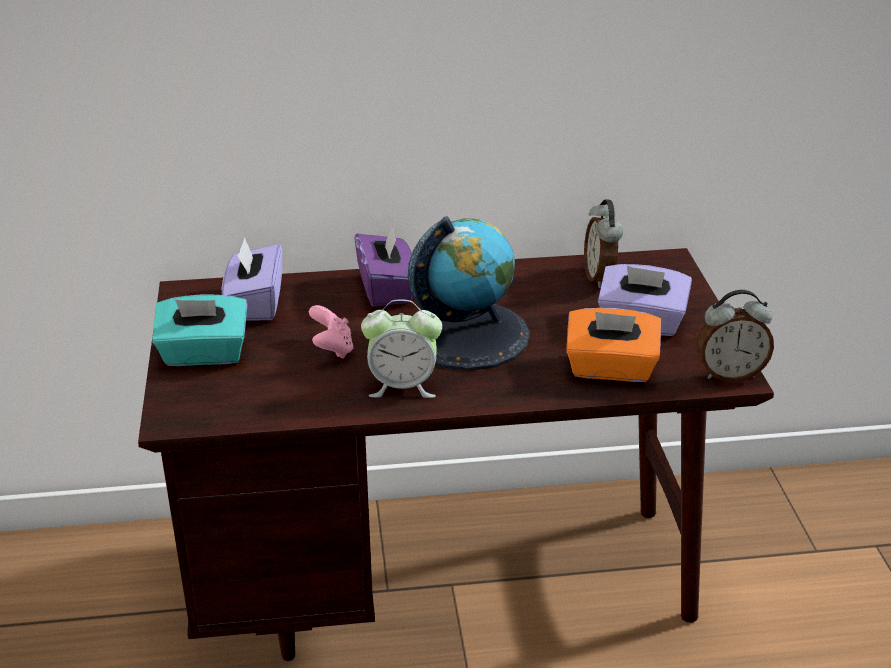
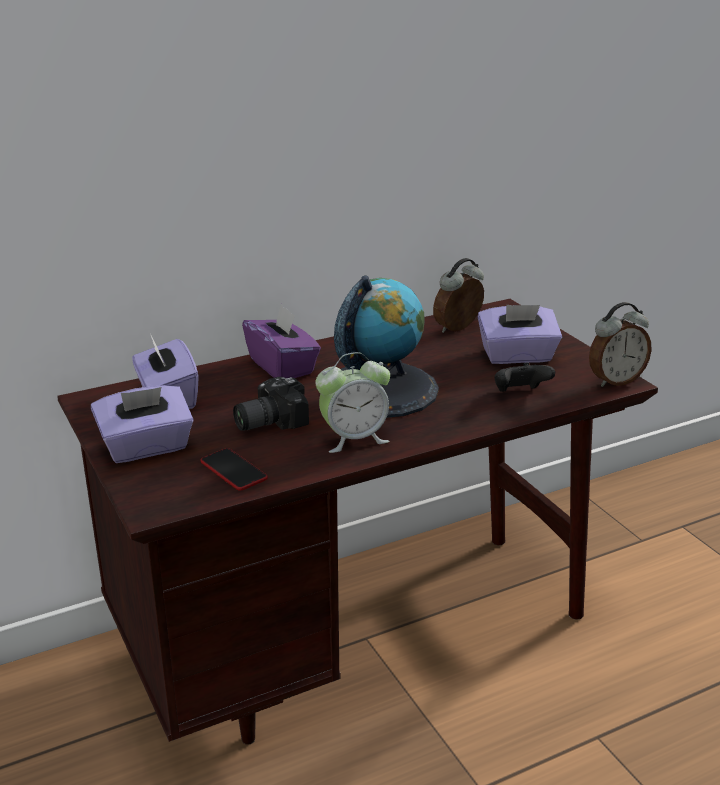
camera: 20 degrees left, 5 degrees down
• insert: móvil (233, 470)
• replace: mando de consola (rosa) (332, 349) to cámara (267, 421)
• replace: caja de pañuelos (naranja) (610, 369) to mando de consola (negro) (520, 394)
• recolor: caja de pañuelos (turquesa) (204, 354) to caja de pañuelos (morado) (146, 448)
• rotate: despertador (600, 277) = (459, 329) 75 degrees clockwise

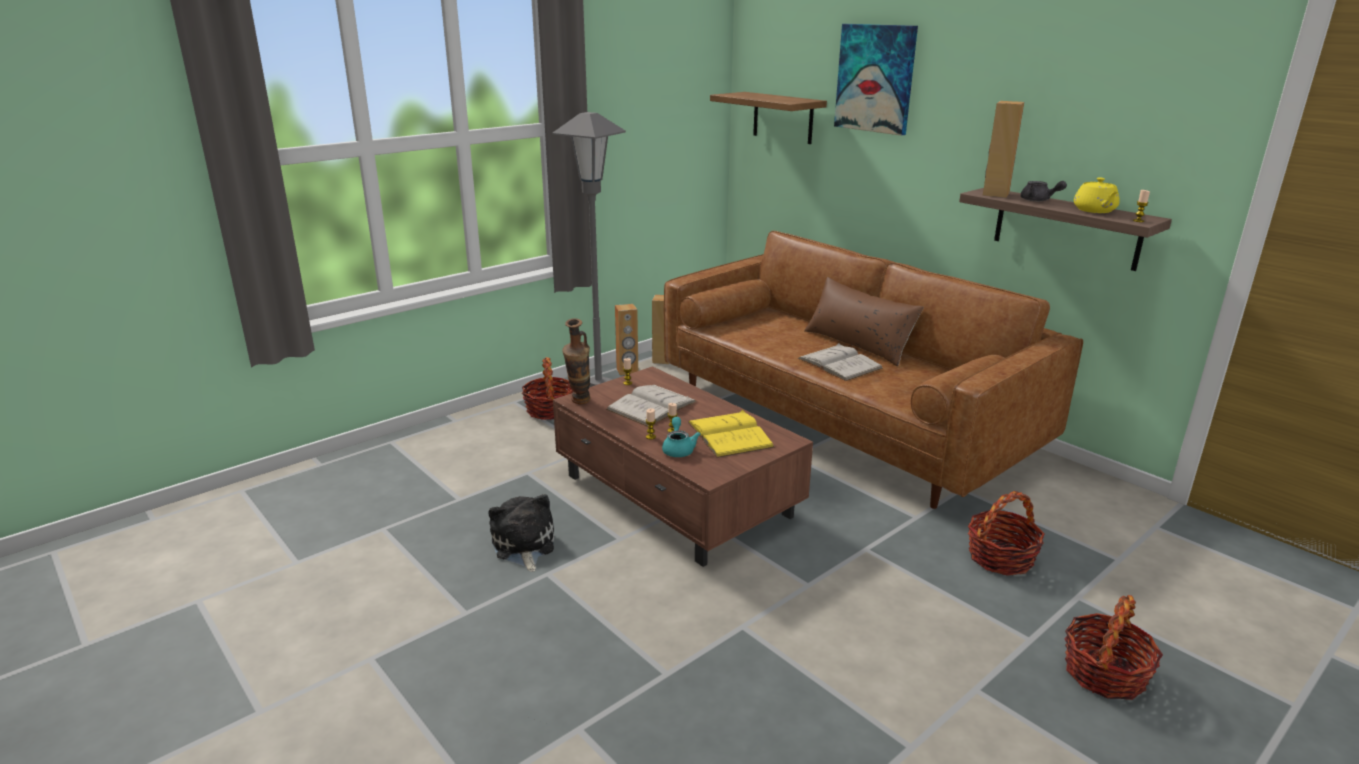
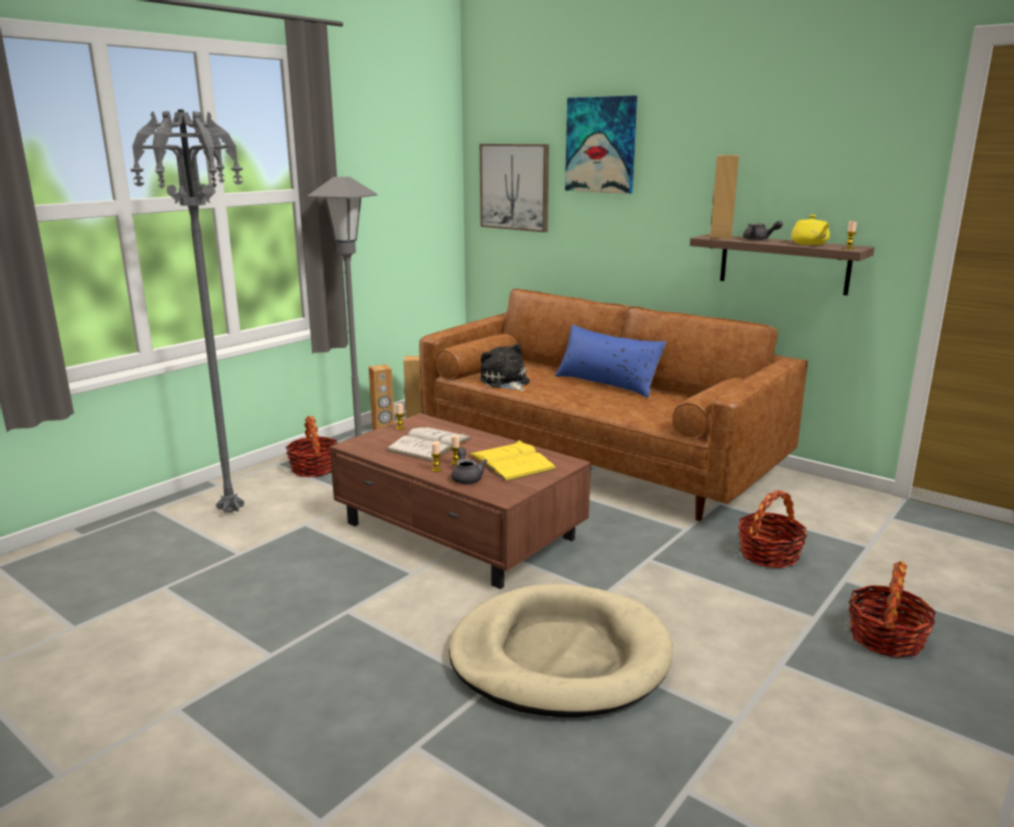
camera: 10 degrees left, 5 degrees down
• delete: florero (579, 403)
• delete: libro (blanco) (839, 363)
• insert: lámpara de pie (gris) (232, 513)
• insert: cama para perro (beis) (559, 656)
• move: peluche (523, 546) to (505, 382)
• replace: estante (783, 118) to cuadro (515, 187)
• recolor: tetera (turquesa) (678, 449) to tetera (gris) (466, 477)
• recolor: cojín (marrón) (858, 344) to cojín (azul) (607, 383)

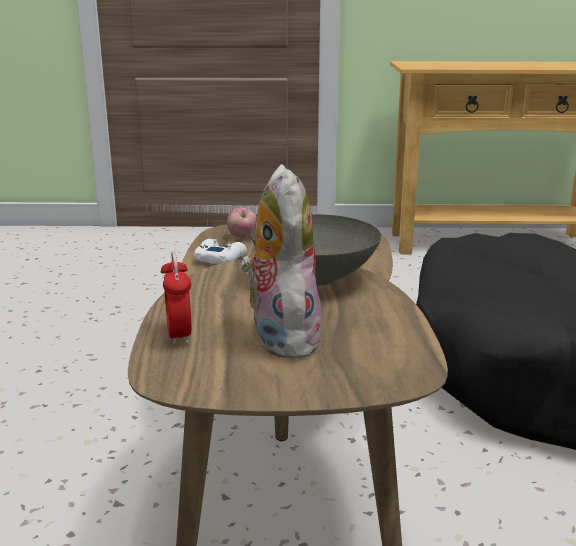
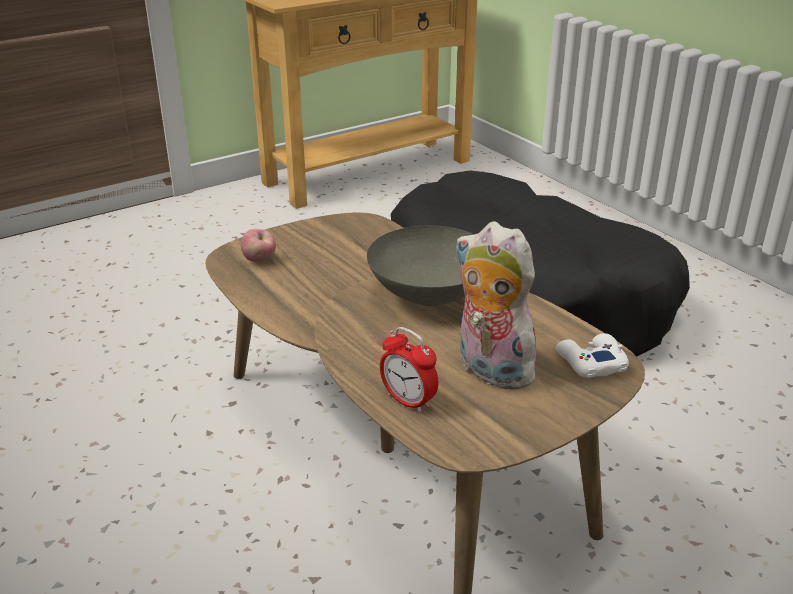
camera: 35 degrees left, 10 degrees up
• move: mando de consola (blanco) (220, 258) to (590, 362)

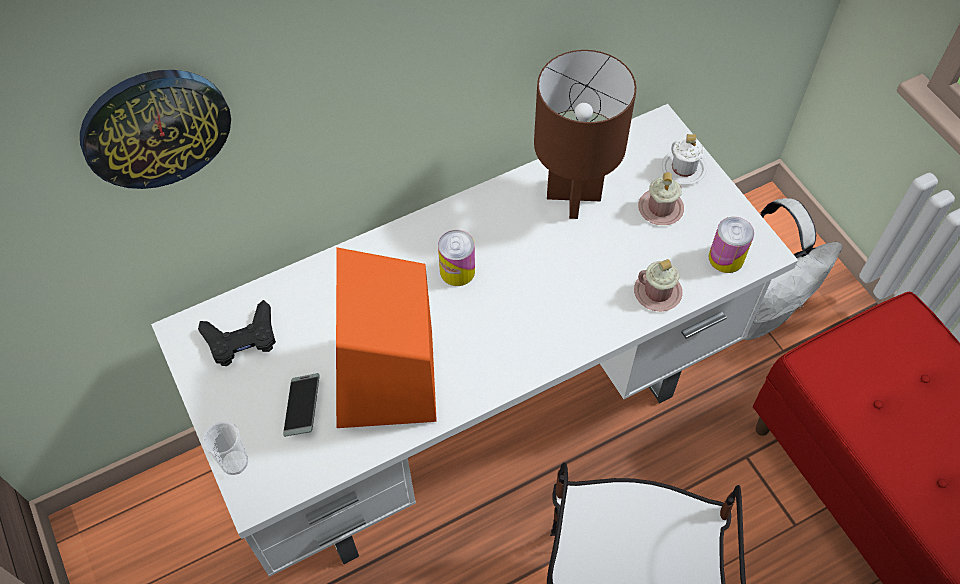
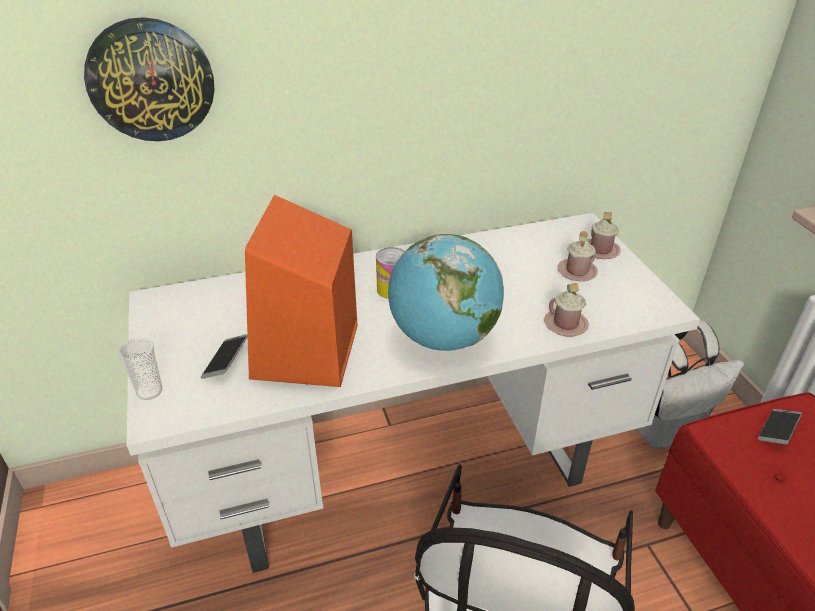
camera: 10 degrees right, 20 degrees down
• delete: mando de consola (negro) (241, 338)
• delete: lámpara de mesa (marrón) (572, 197)
• delete: lata (726, 258)
• insert: globo terráqueo (443, 338)
• insert: móvil (777, 430)
• recolor: taza grande (blanco) (683, 169) to taza grande (rosa) (600, 250)

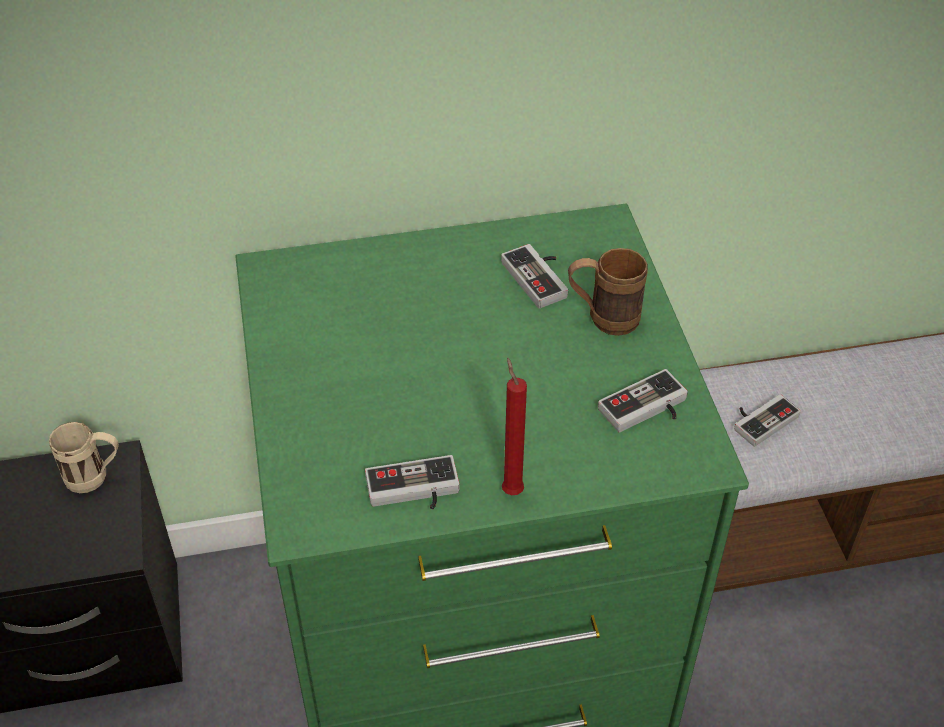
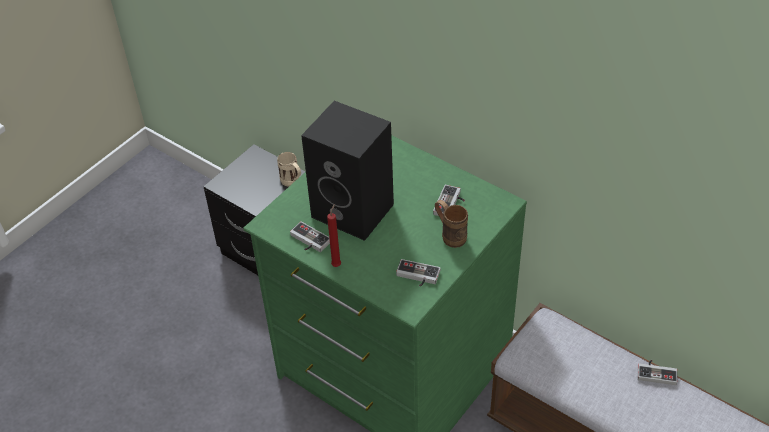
camera: 50 degrees right, 0 degrees up
• insert: altavoz (negro) (355, 210)
• move: mando de consola (761, 419) to (656, 372)

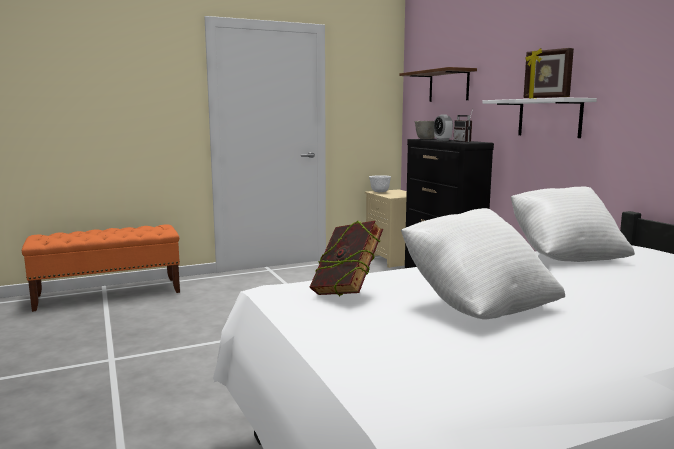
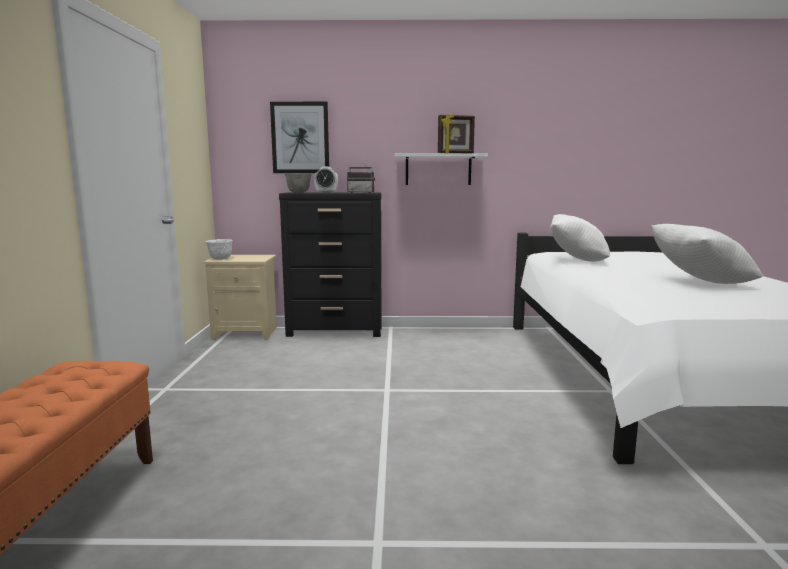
camera: 65 degrees left, 0 degrees up
• delete: libro (346, 293)
• replace: estante (marrón) (448, 86) to cuadro (300, 138)

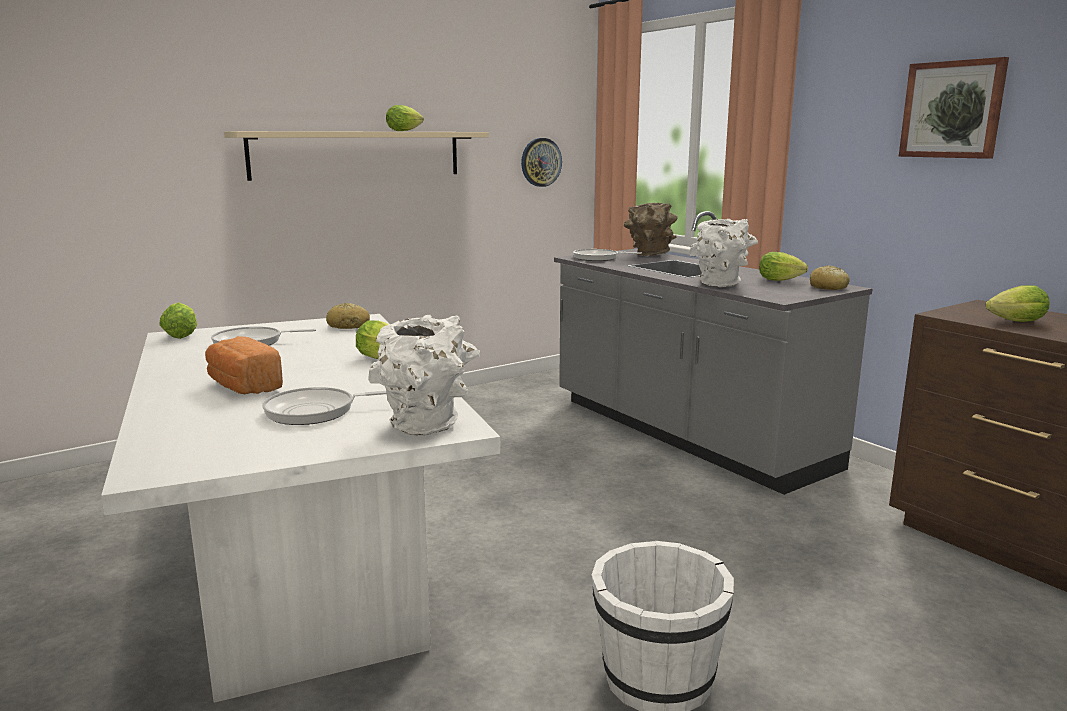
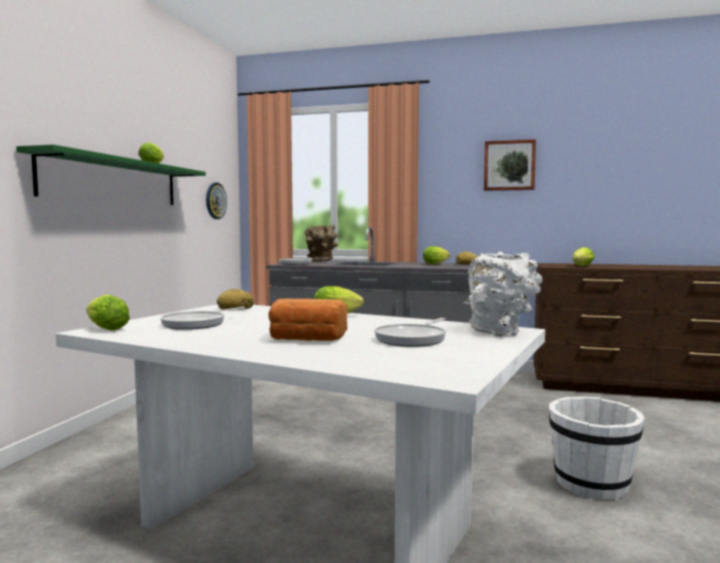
camera: 40 degrees left, 10 degrees down
• delete: florero (blanco) (721, 285)
• recolor: estante (beis) (358, 154) to estante (verde) (114, 181)

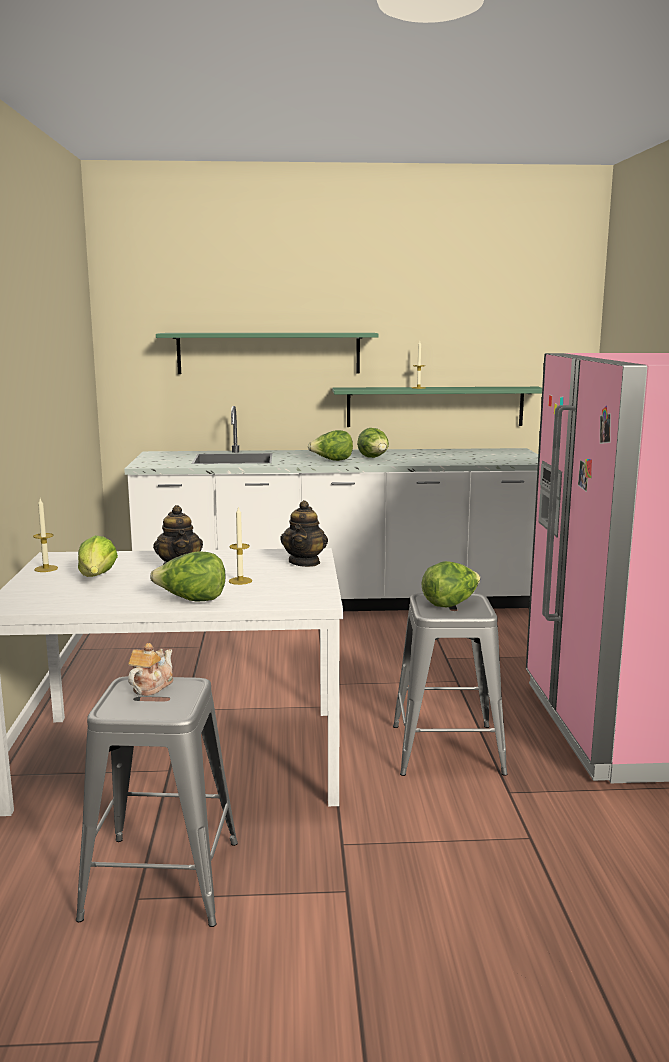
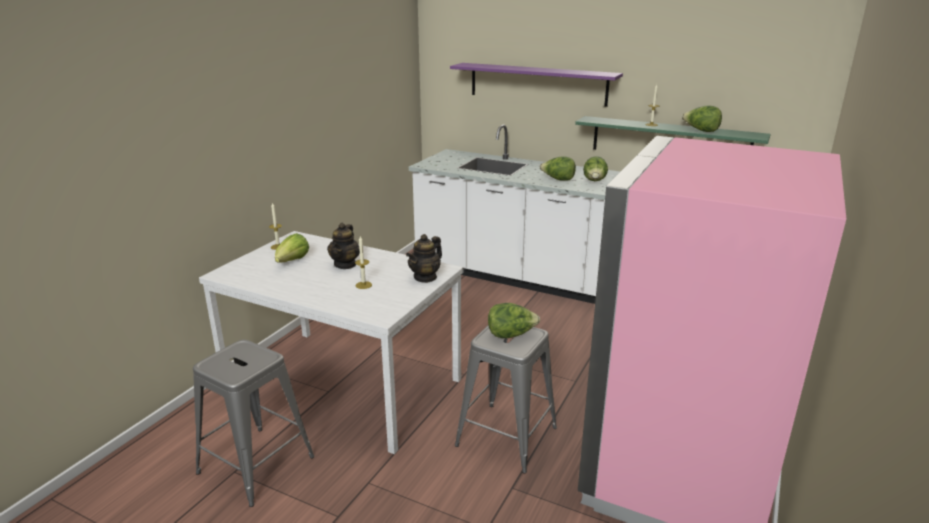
camera: 30 degrees right, 10 degrees up
• delete: tetera (151, 686)
• move: lechuga (191, 600) to (701, 131)
• recolor: estante (verde) (268, 353) to estante (morado) (537, 84)

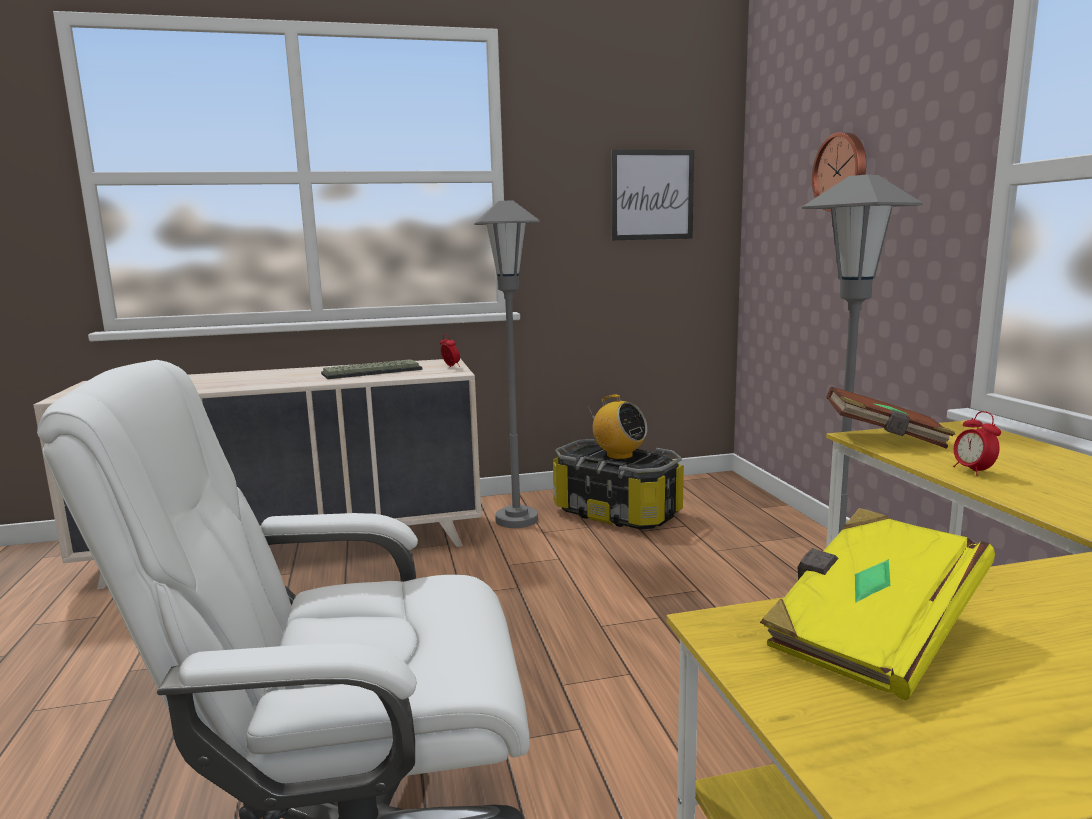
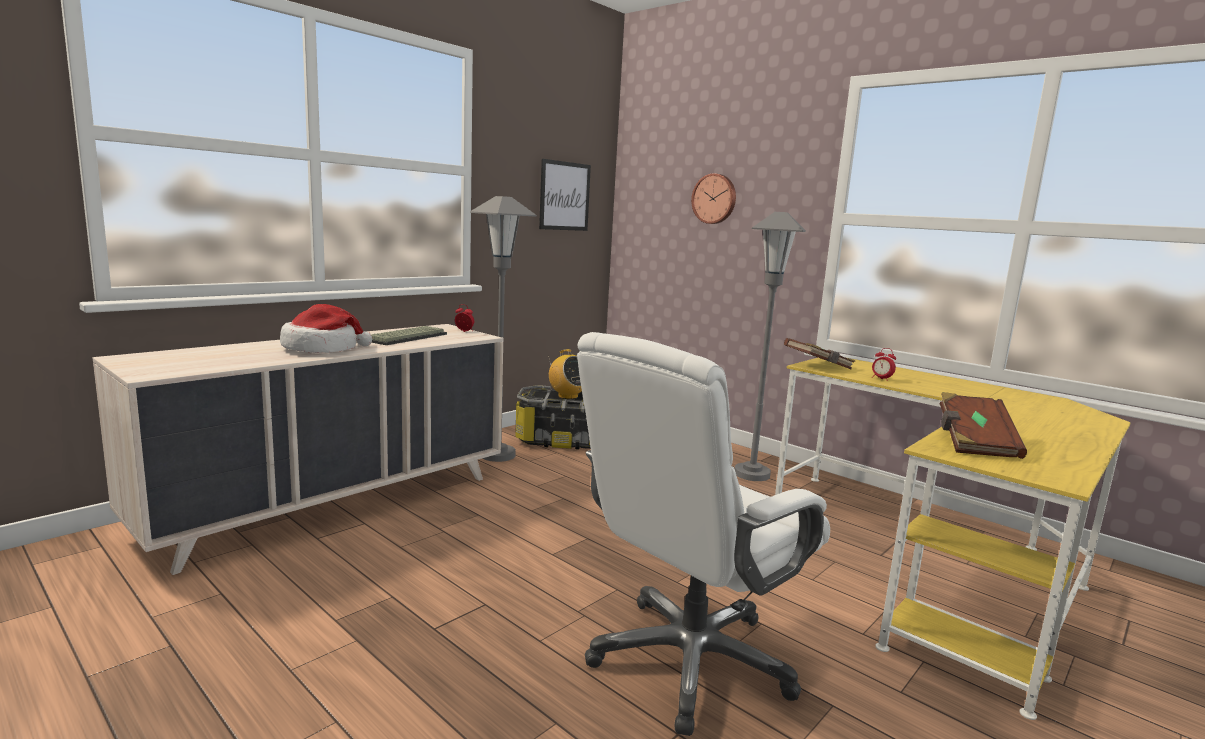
camera: 35 degrees left, 0 degrees up
• insert: sombrero (322, 349)
• recolor: libro (amarillo) (870, 634) to libro (marrón) (974, 443)
• rotate: radio (619, 455) = (567, 396) 45 degrees clockwise

